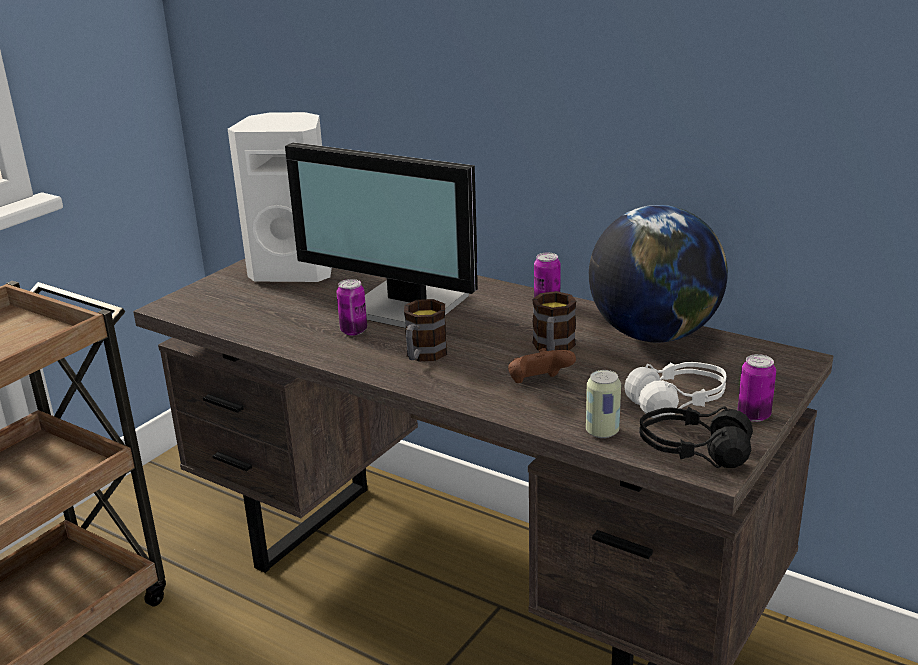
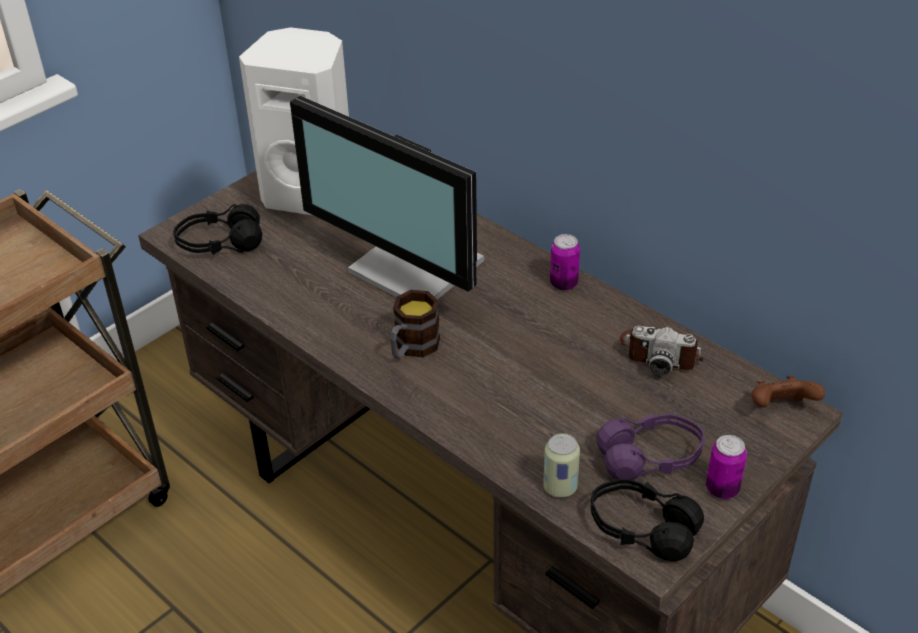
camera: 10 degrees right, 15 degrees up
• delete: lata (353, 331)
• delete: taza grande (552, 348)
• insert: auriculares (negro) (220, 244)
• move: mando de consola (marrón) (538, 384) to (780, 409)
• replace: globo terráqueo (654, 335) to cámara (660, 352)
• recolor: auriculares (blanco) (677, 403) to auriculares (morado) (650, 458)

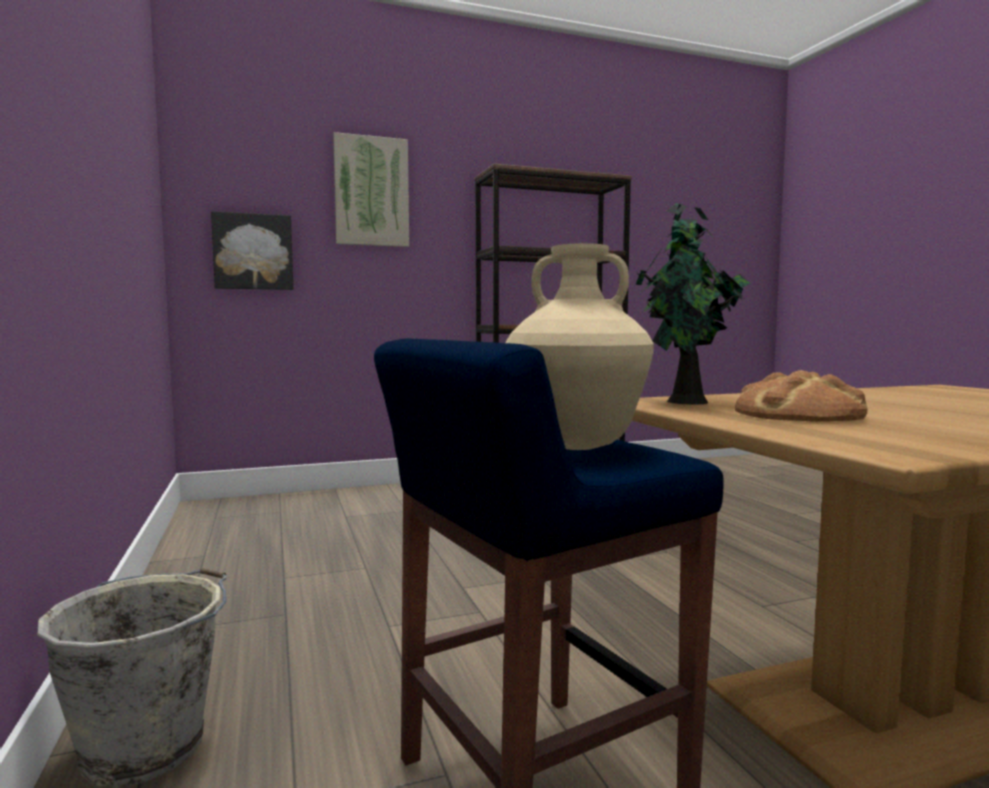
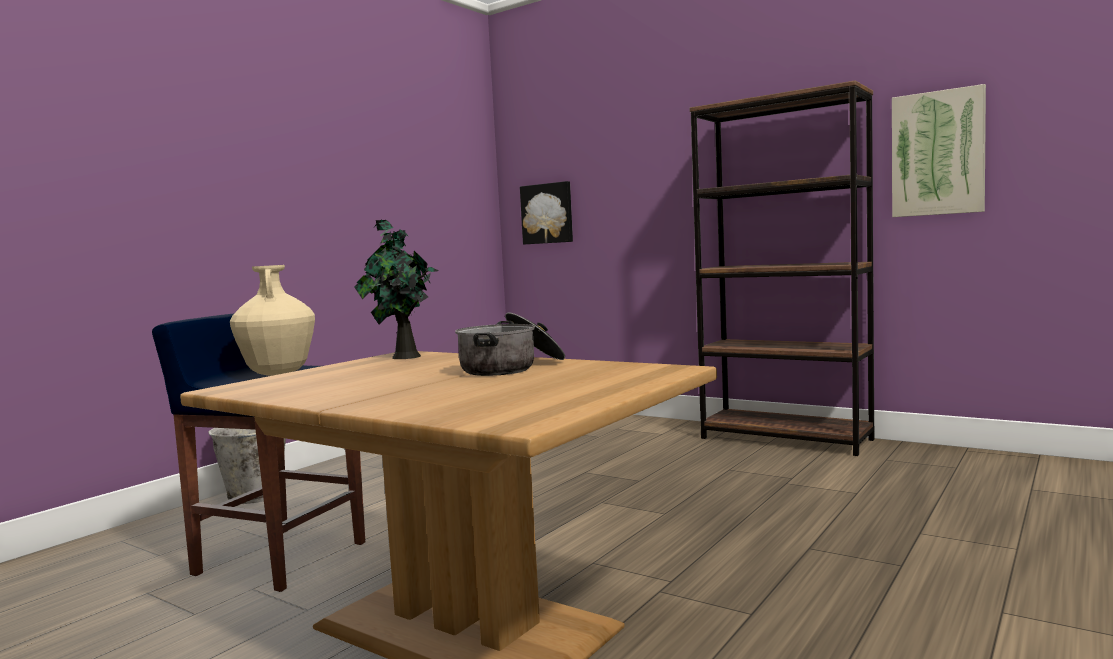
camera: 55 degrees right, 0 degrees up
• delete: pan (798, 414)
• insert: olla (512, 367)
• move: cuadro (371, 192) to (937, 153)

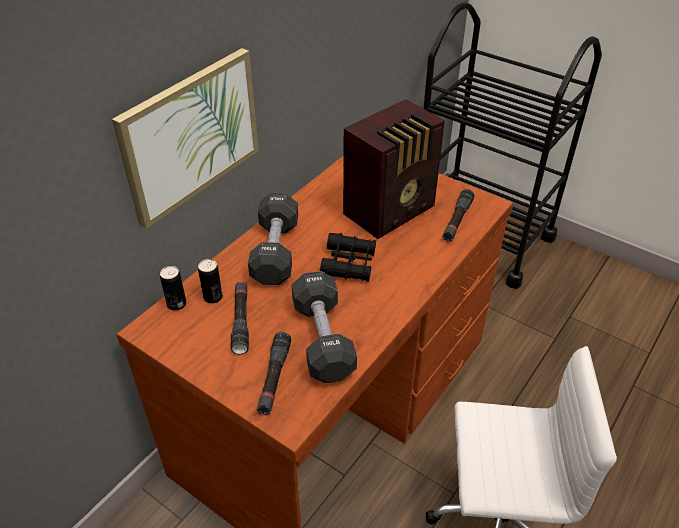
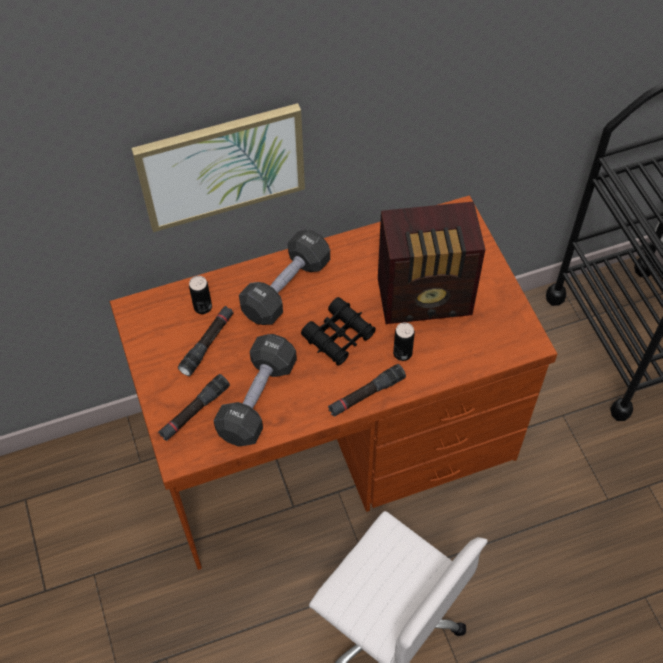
camera: 35 degrees right, 15 degrees up
• move: lata (176, 304) to (402, 353)
• move: linterna (negro) (457, 220) to (366, 394)

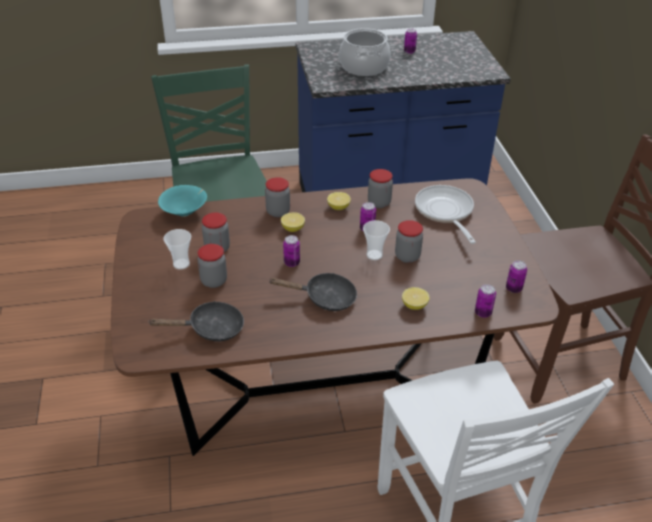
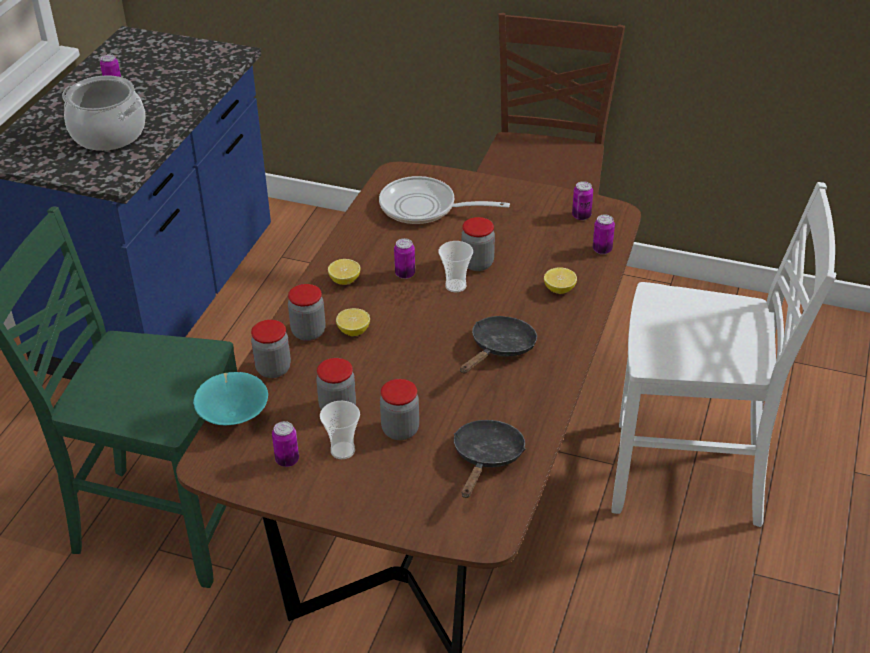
camera: 60 degrees left, 0 degrees up
• move: lata (291, 263) to (287, 460)
• move: tarro (379, 203) to (273, 369)

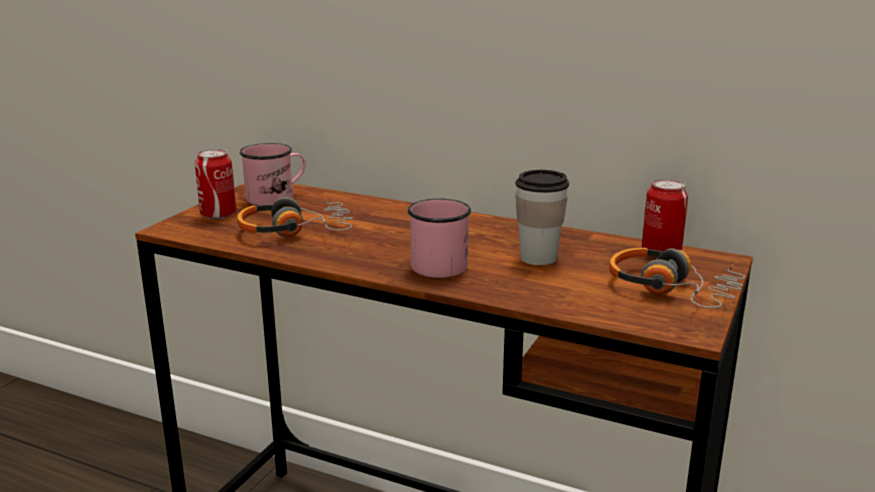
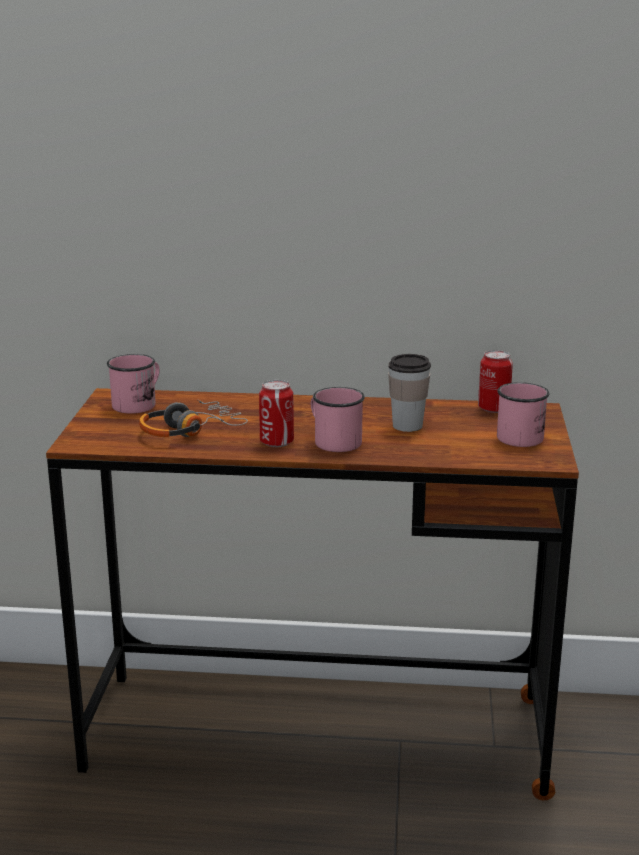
camera: 20 degrees left, 0 degrees up
• move: lata (218, 215) to (276, 442)
• replace: auriculares (672, 289) to taza grande (rosa) (521, 435)

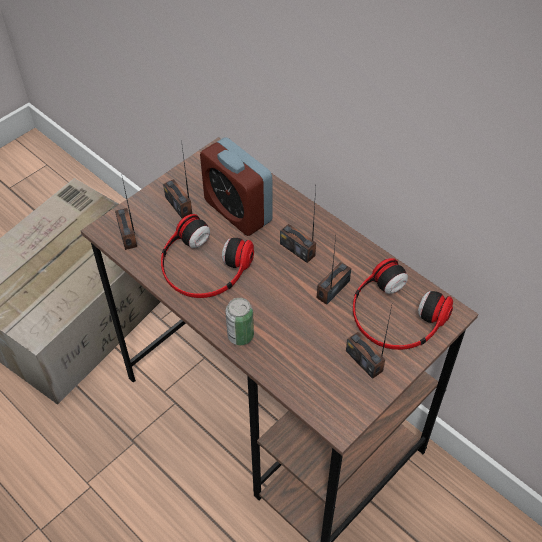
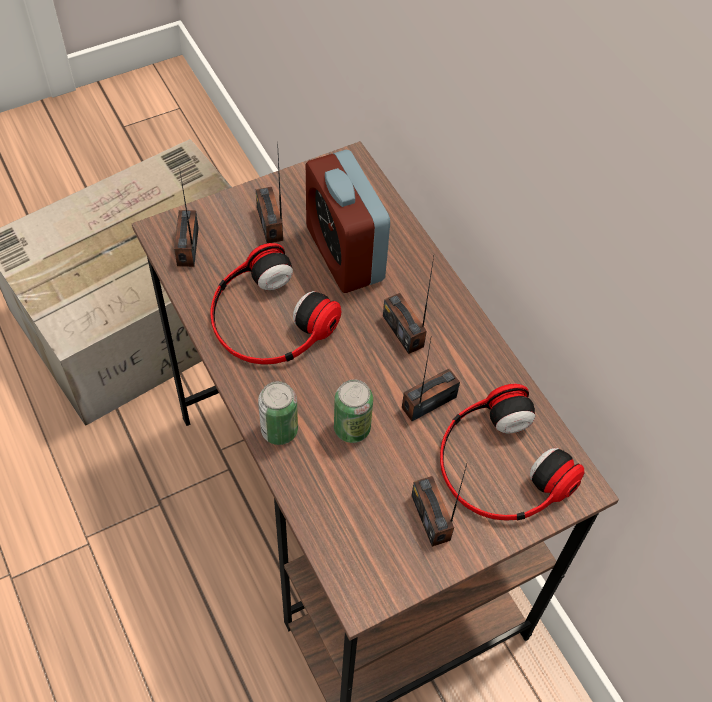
camera: 15 degrees right, 5 degrees up
• insert: lata (352, 428)

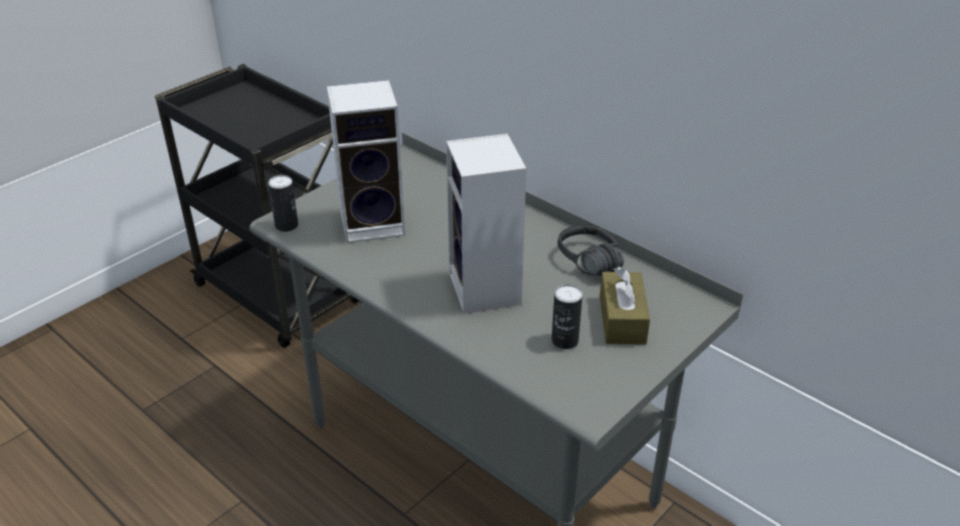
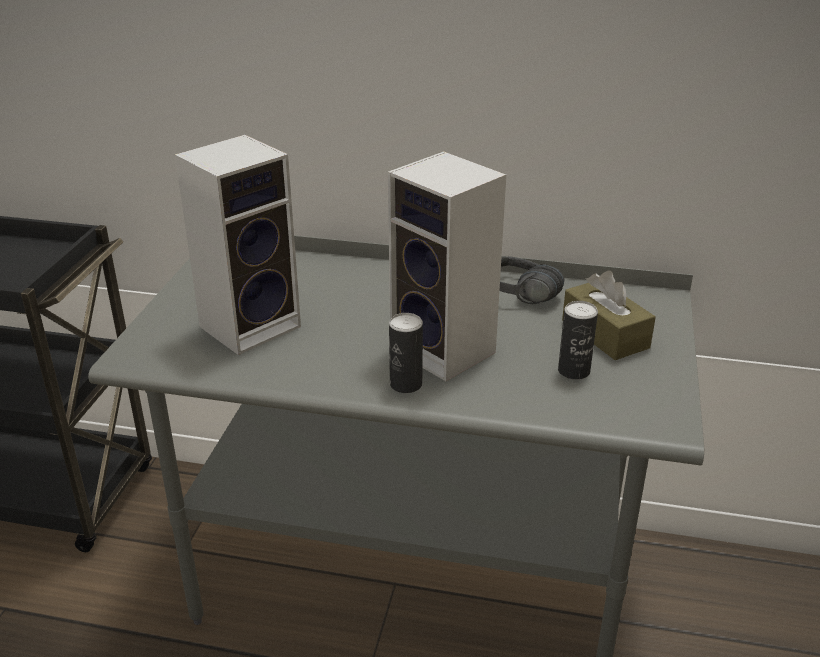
camera: 30 degrees left, 5 degrees down
• move: lata (286, 225) to (406, 384)

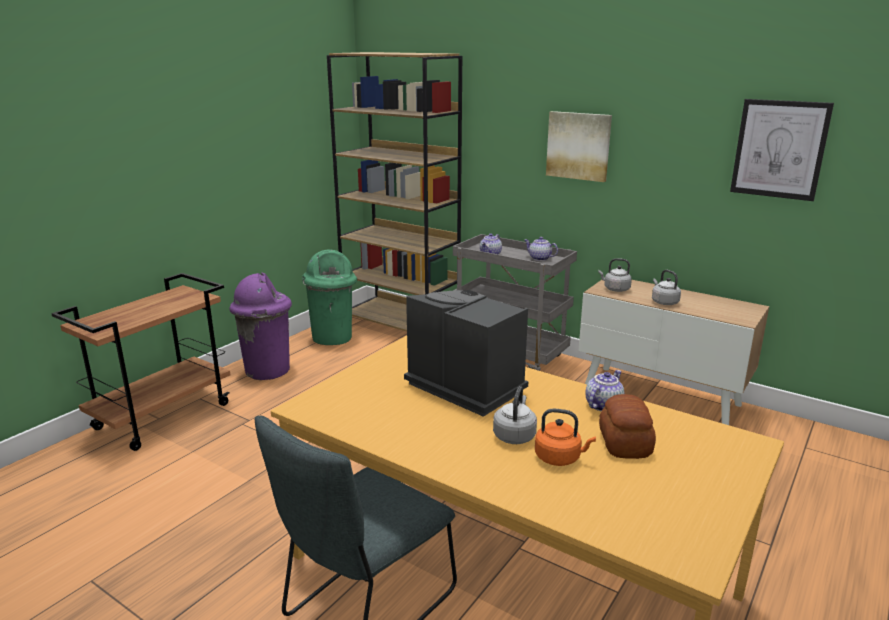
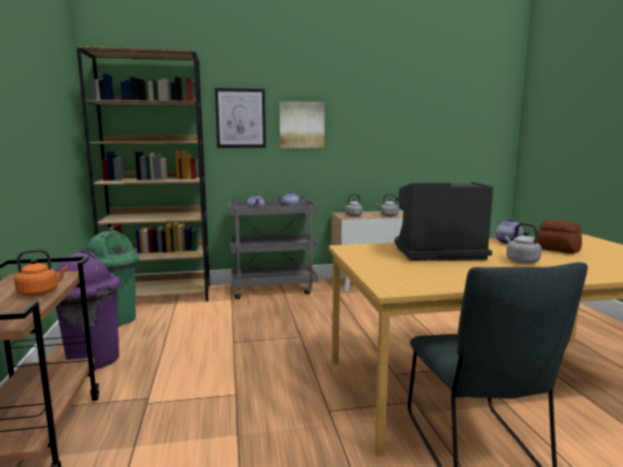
camera: 45 degrees left, 10 degrees down
• move: hervidor (naranja) (560, 458) to (40, 292)
• move: cuadro (779, 149) to (240, 118)

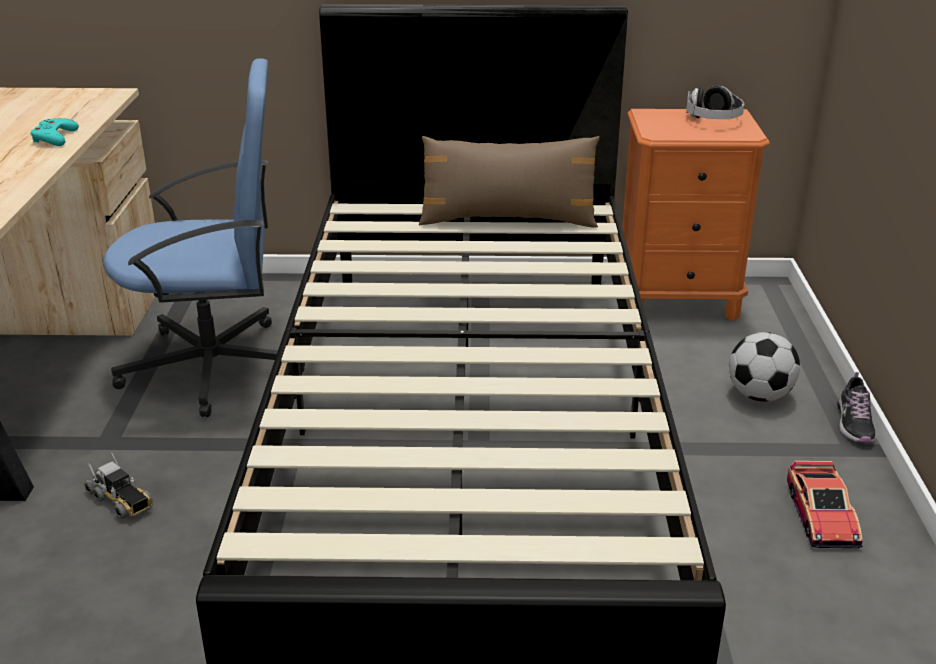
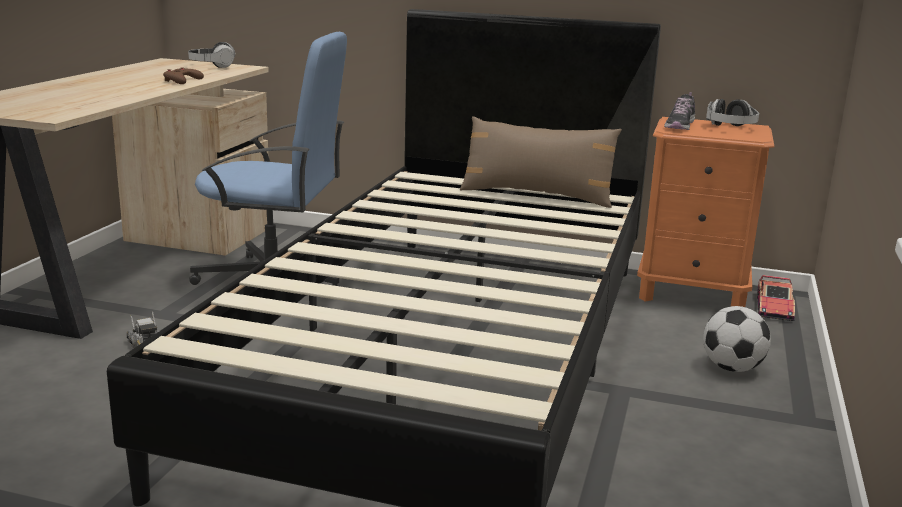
camera: 15 degrees right, 10 degrees down
• insert: auriculares (212, 66)
• move: coche de juguete (822, 516) to (774, 307)
• move: zapato (854, 423) to (680, 126)
• recolor: mando de consola (turquesa) (55, 138) to mando de consola (marrón) (182, 81)

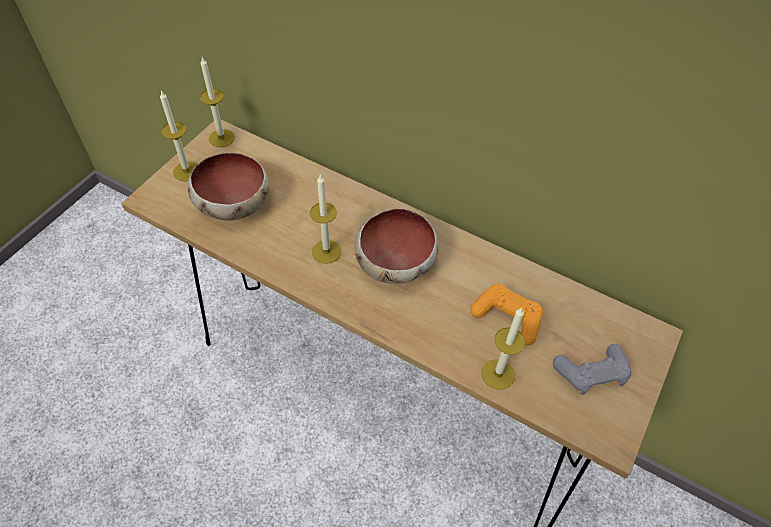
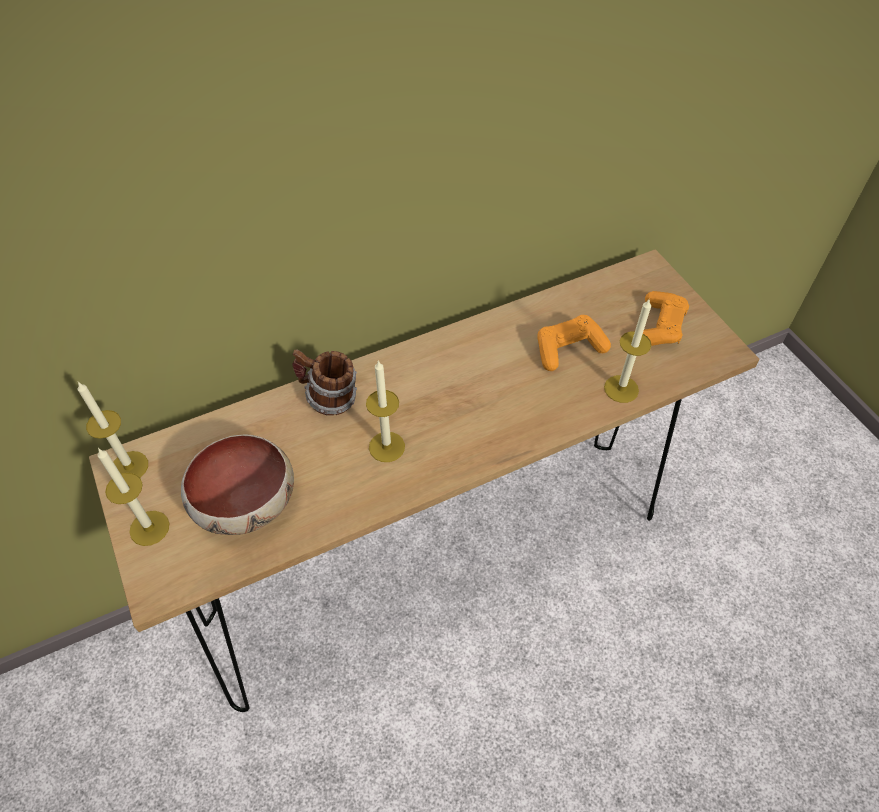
camera: 55 degrees left, 0 degrees up
• delete: cuenco (395, 261)
• insert: taza grande (329, 399)
• recolor: mando de consola (gris) (591, 373) to mando de consola (naranja) (659, 327)

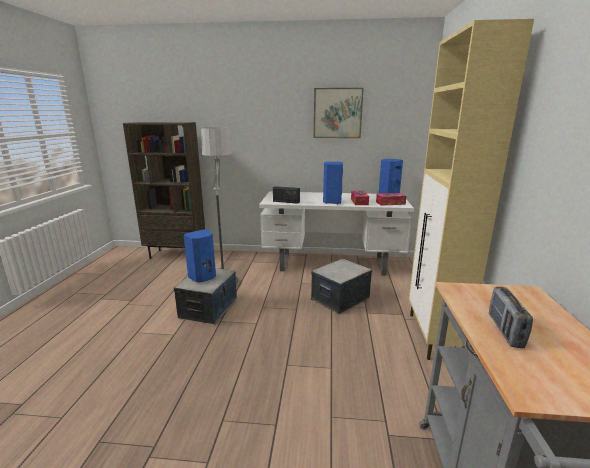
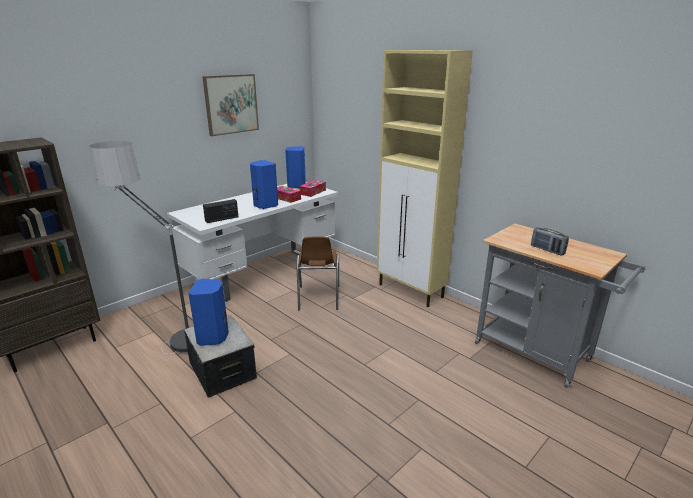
camera: 50 degrees left, 5 degrees up
• replace: caja de almacenaje (340, 298) to silla (marrón) (318, 298)

